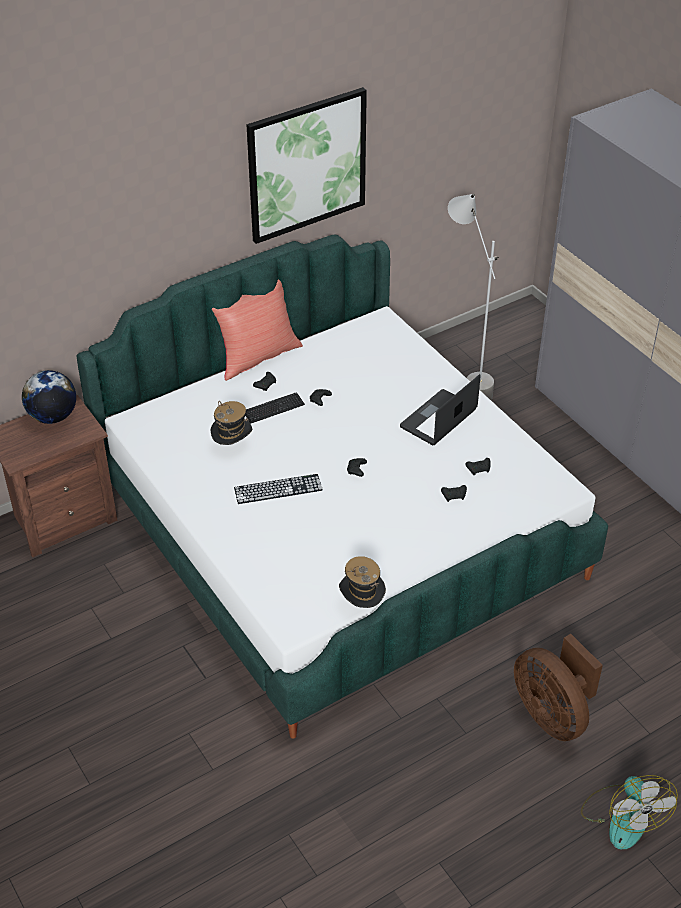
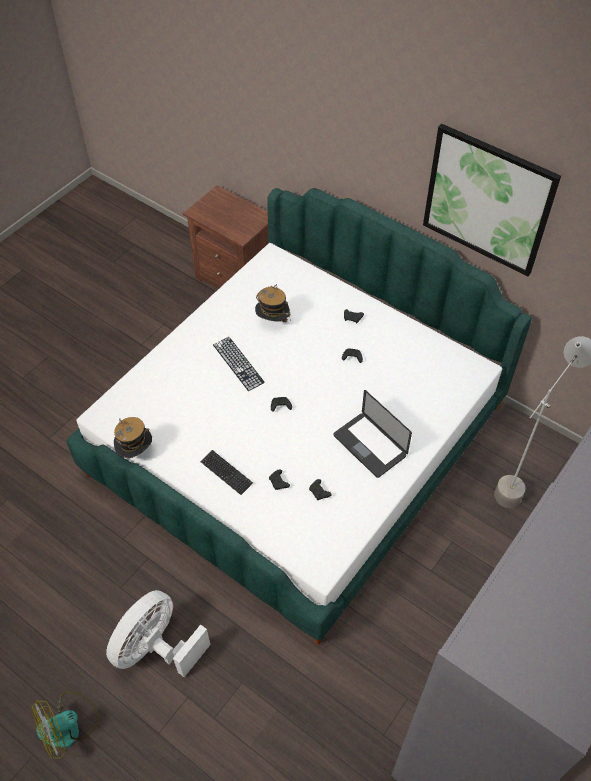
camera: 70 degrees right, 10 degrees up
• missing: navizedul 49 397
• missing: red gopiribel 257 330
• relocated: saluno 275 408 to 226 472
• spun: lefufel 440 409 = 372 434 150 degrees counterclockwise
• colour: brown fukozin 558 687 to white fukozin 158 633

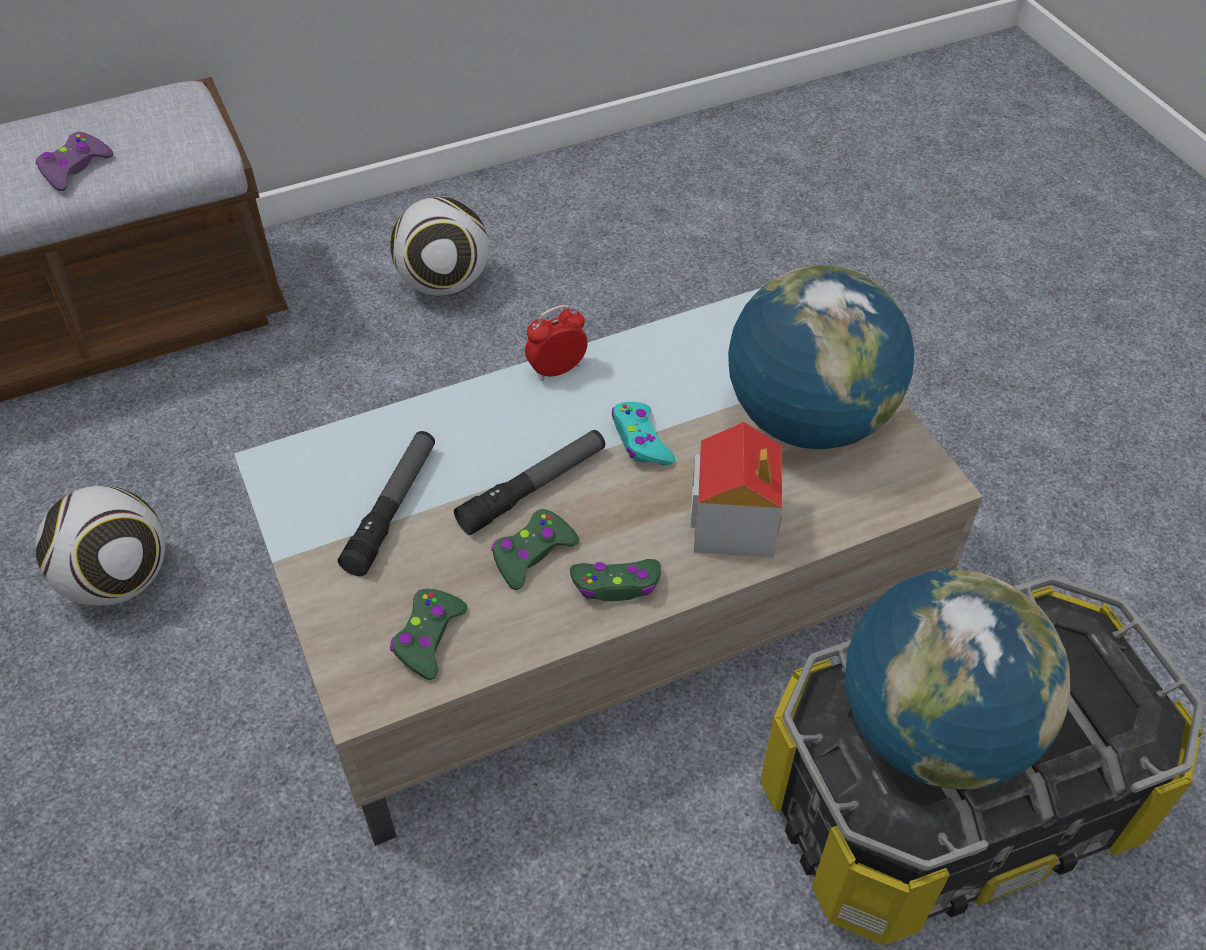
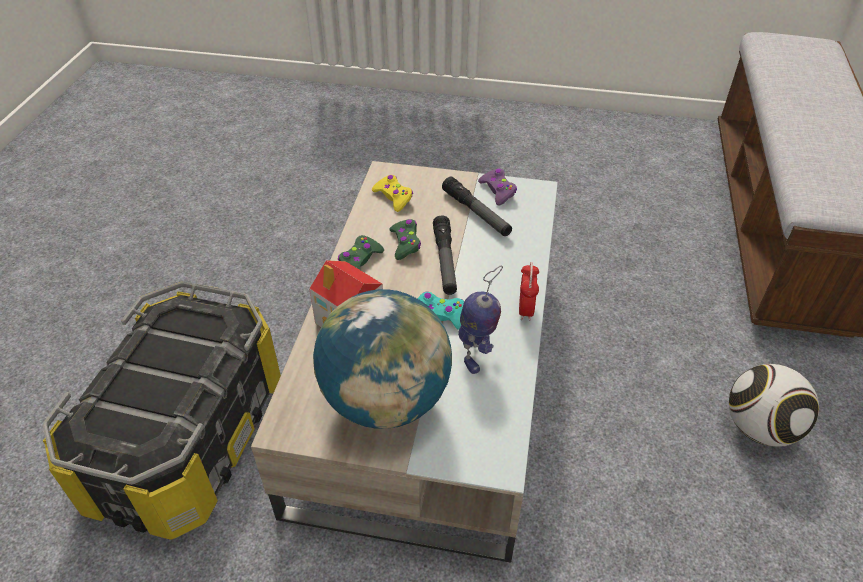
camera: 125 degrees right, 5 degrees down
• missing: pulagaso 100 546
• relocated: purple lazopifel 75 161 to 497 187
• colour: green lazopifel 429 634 to yellow lazopifel 392 193
• missing: navizedul 957 679
• appeared: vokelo 480 320

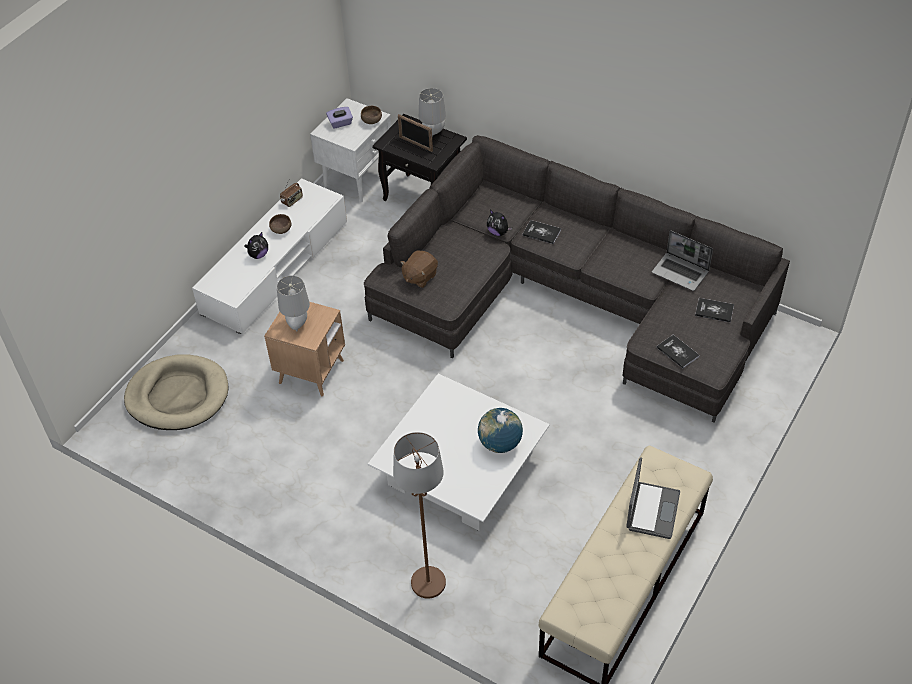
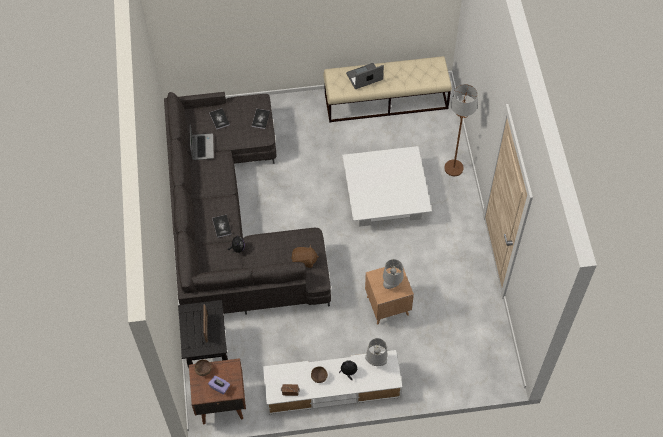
camera: 130 degrees left, 10 degrees up
• missing: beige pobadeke 176 392
• colour: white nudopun 350 150 to brown nudopun 217 391
• relocated: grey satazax 432 112 to 376 352
• missing: navizedul 500 430

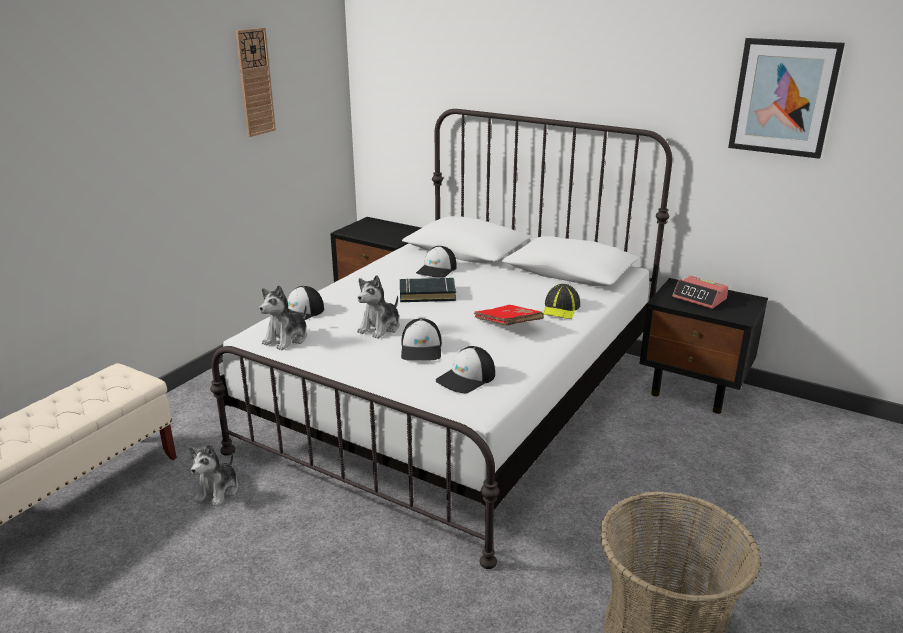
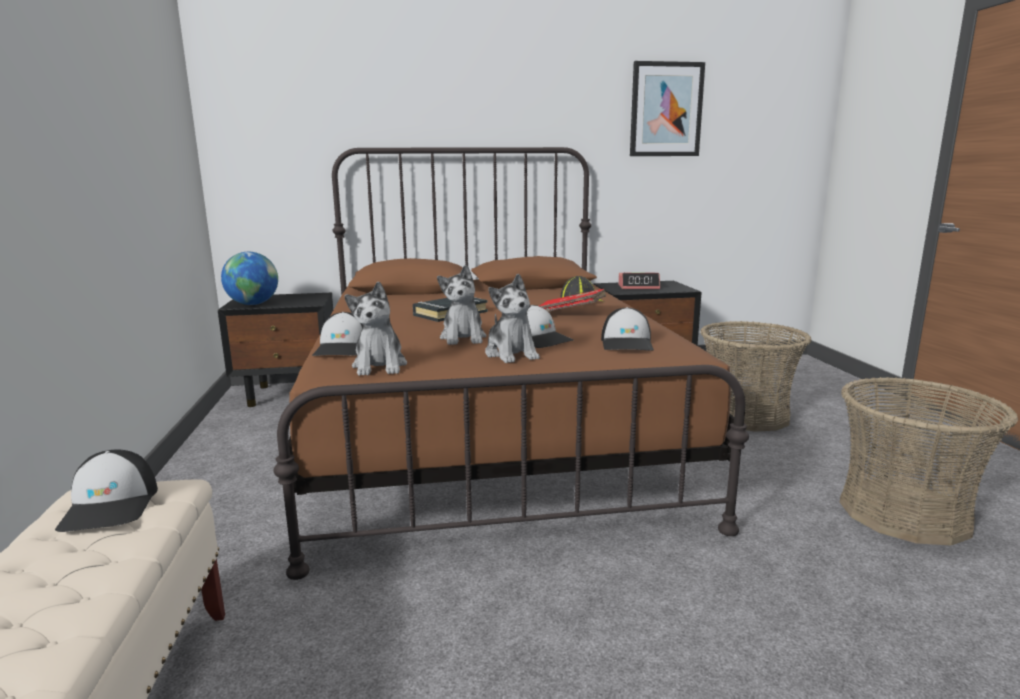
camera: 40 degrees left, 10 degrees down
• relocated: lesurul 214 475 to 512 318
• colour: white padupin 441 339 to brown padupin 511 363
• missing: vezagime 255 82
• relocated: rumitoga 436 262 to 106 491
• appeared: navizedul 249 278
• appeared: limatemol 756 376

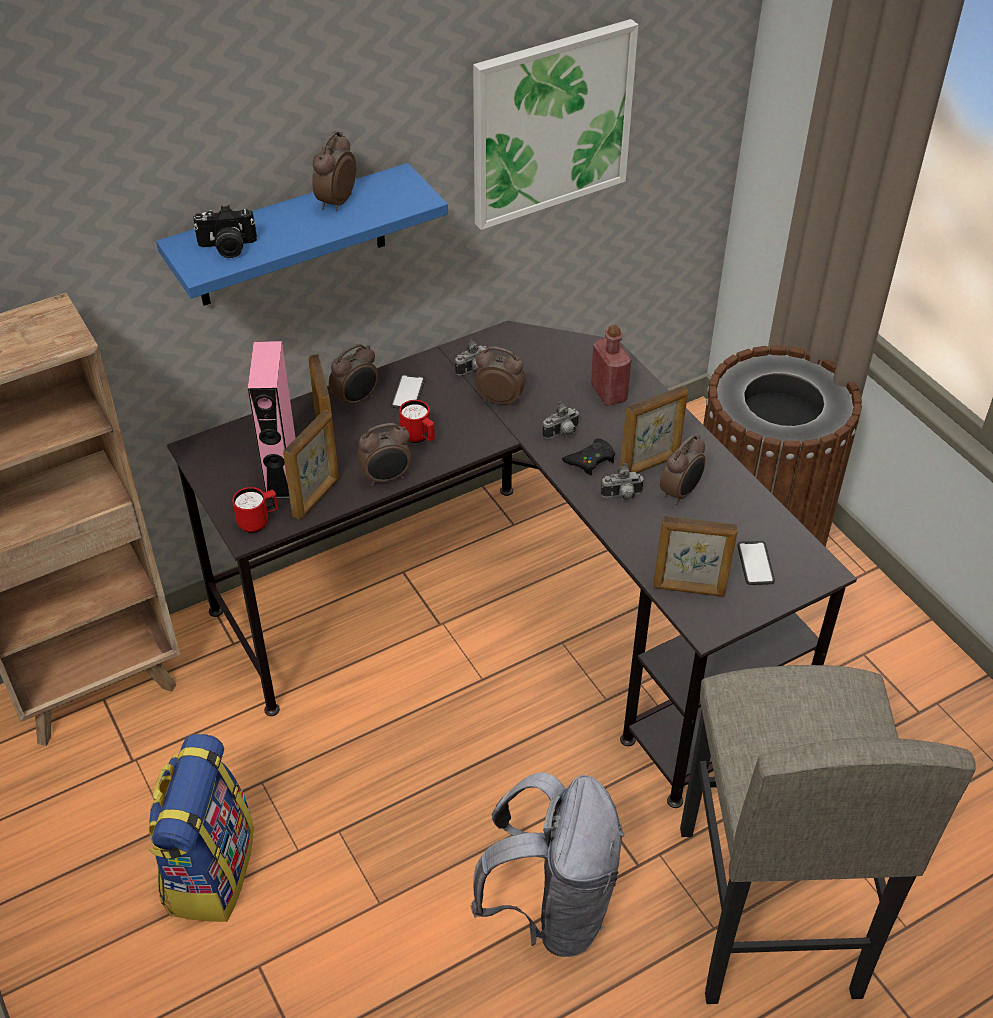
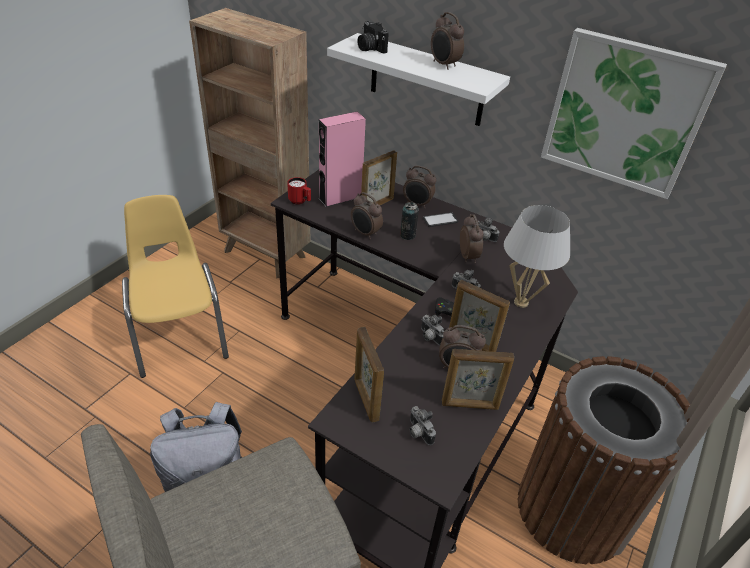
camera: 60 degrees right, 5 degrees down
• exchanged: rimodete 200 828 to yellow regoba 175 286
• colour: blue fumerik 302 234 to white fumerik 418 79
• relocated: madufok 311 465 to 478 379
• spun: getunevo 334 171 = 447 41 120 degrees counterclockwise
• exchanged: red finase 417 421 to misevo 409 221
• exchanged: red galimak 611 365 to white satazax 537 256
• exchanged: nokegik 756 563 to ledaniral 422 425

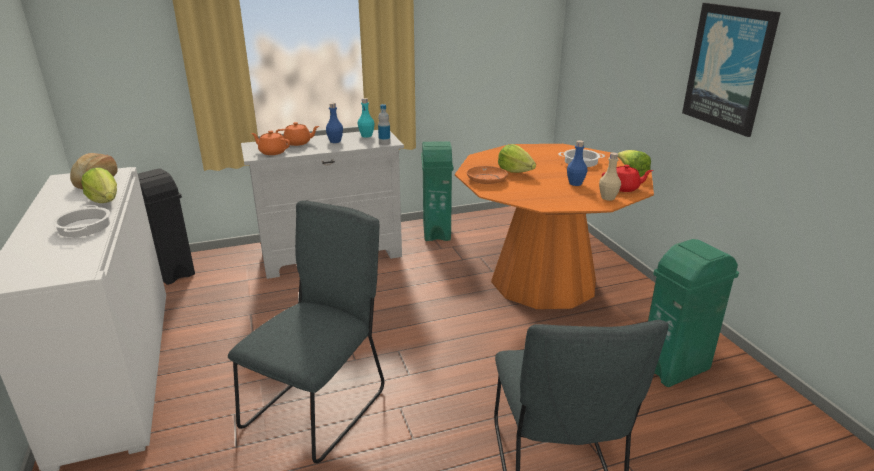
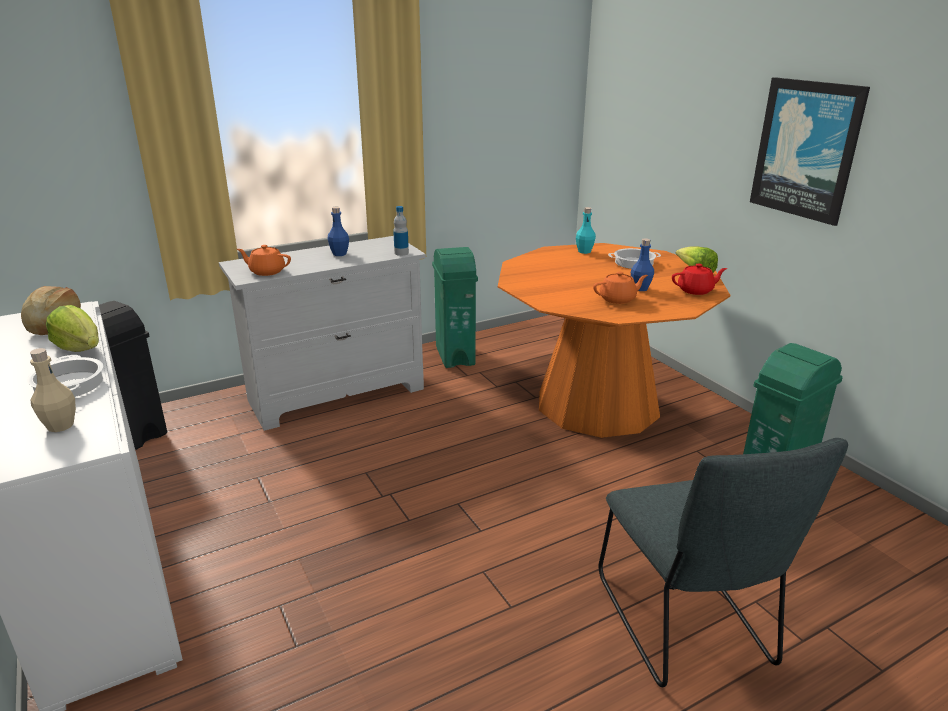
camera: 10 degrees left, 0 degrees up
• missing: grey regoba 306 331
• relocated: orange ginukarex 297 134 to 620 288
• relocated: turquoise galimak 366 118 to 586 230
• missing: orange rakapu 487 175
• missing: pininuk 517 158
• relocated: beige galimak 610 177 to 53 390

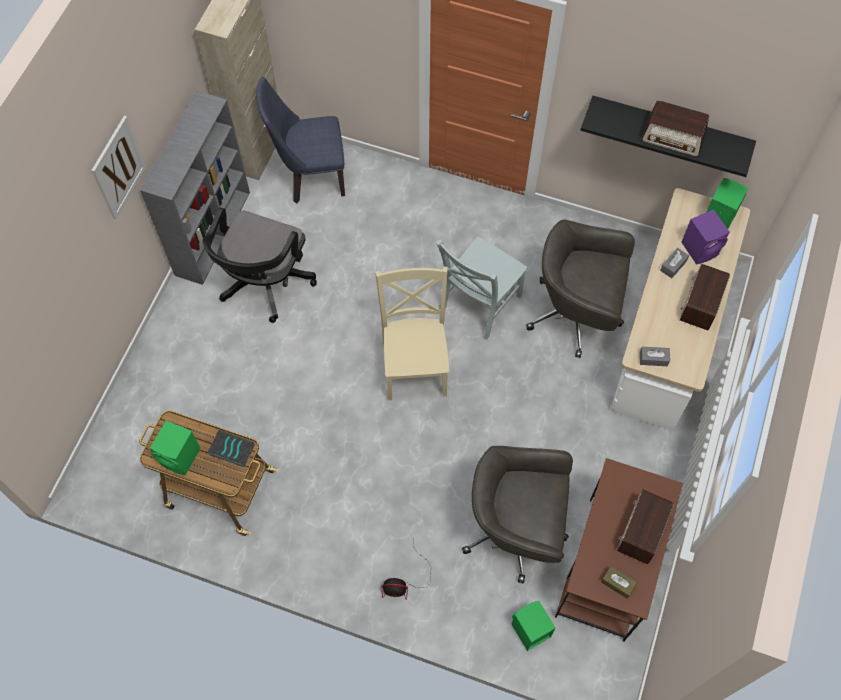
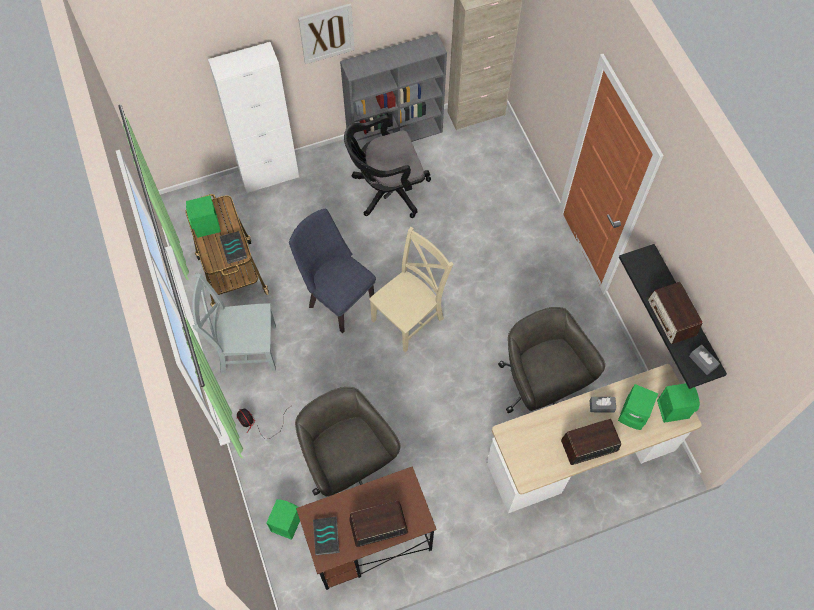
camera: 50 degrees right, 0 degrees up
• relocated: blue regoba 300 140 to 332 271
• relocated: grey regoba 482 288 to 234 323
• exchanged: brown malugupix 619 582 to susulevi 326 536
• relocated: grey malugupix 655 356 to 704 359
• colour: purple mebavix 705 236 to green mebavix 638 407
• appeared: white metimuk 253 117

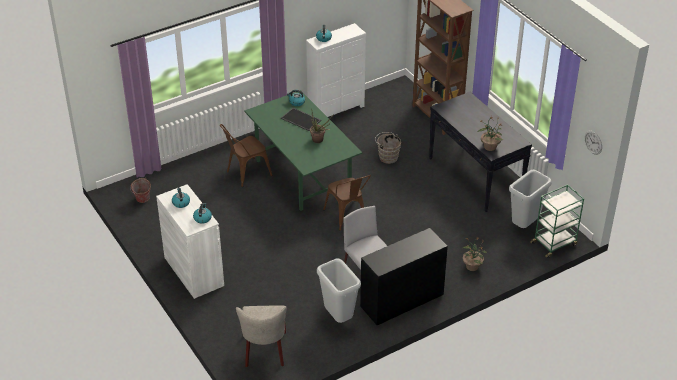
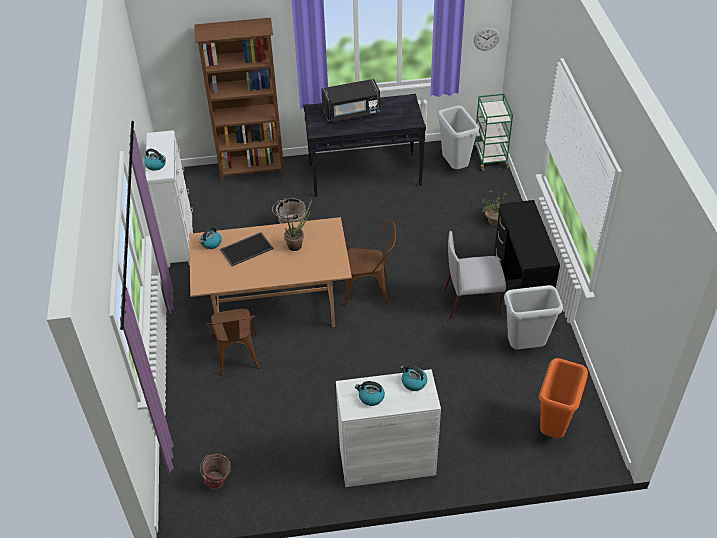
camera: 65 degrees left, 5 degrees up
• exchanged: beige regoba 261 336 to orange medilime 563 398
• colour: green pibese 303 150 to brown pibese 270 272
• missing: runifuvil 490 133
• appeared: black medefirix 350 100

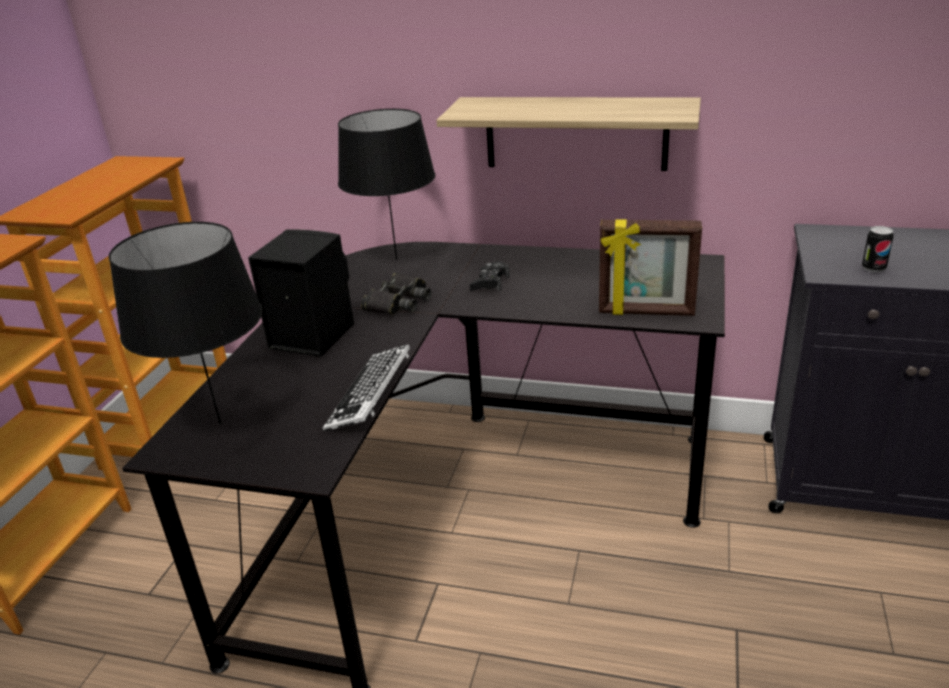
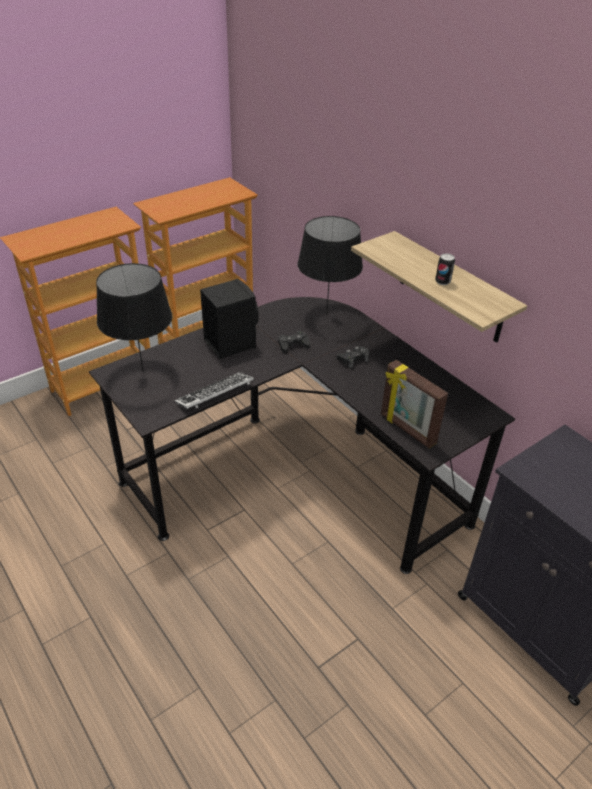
camera: 35 degrees right, 10 degrees up
• exchanged: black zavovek 396 294 to black lazopifel 294 342
• relocated: misevo 878 249 to 445 269

